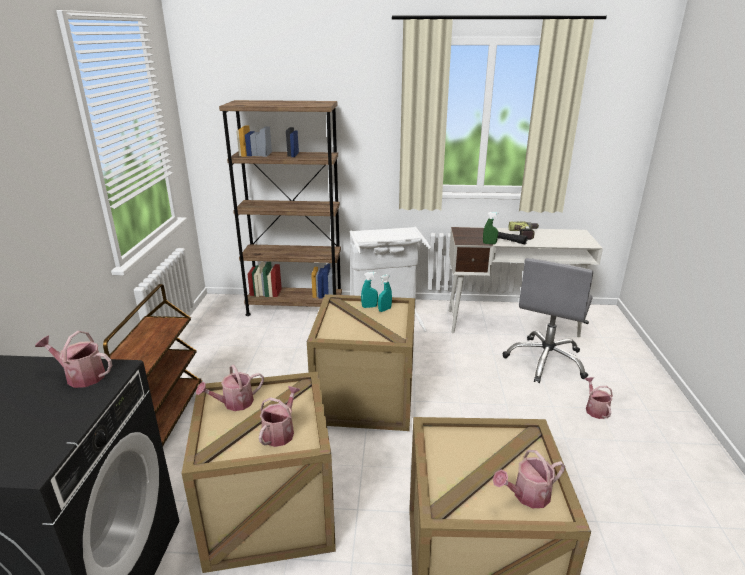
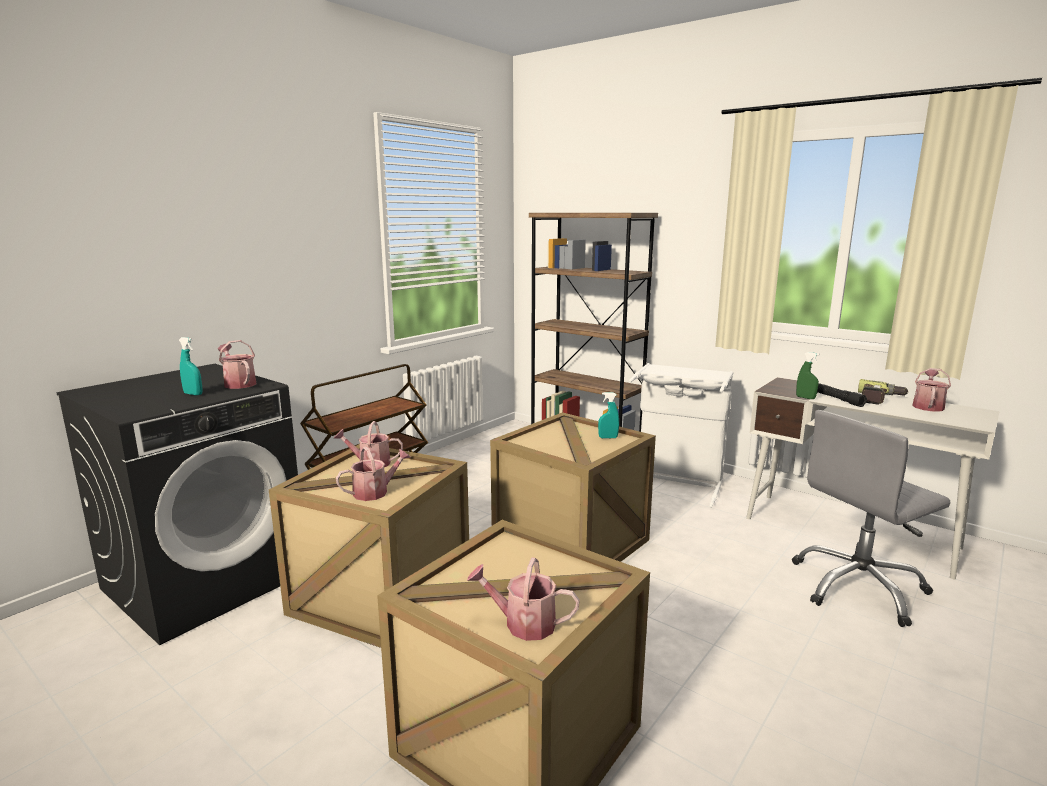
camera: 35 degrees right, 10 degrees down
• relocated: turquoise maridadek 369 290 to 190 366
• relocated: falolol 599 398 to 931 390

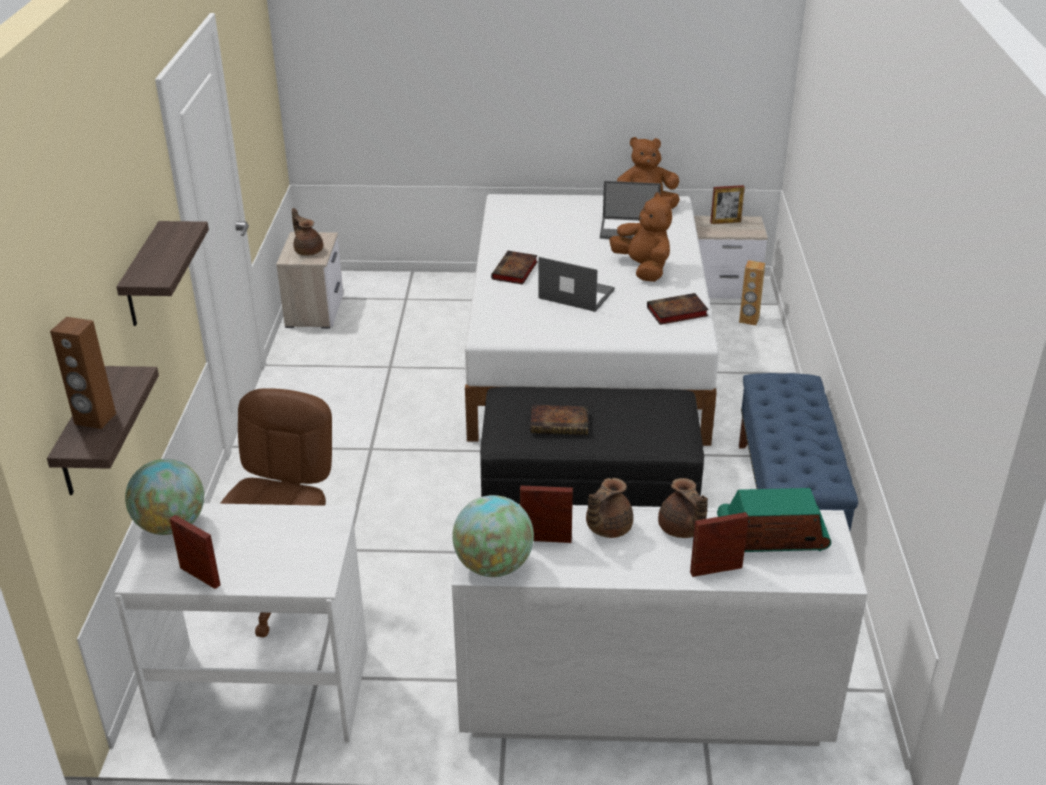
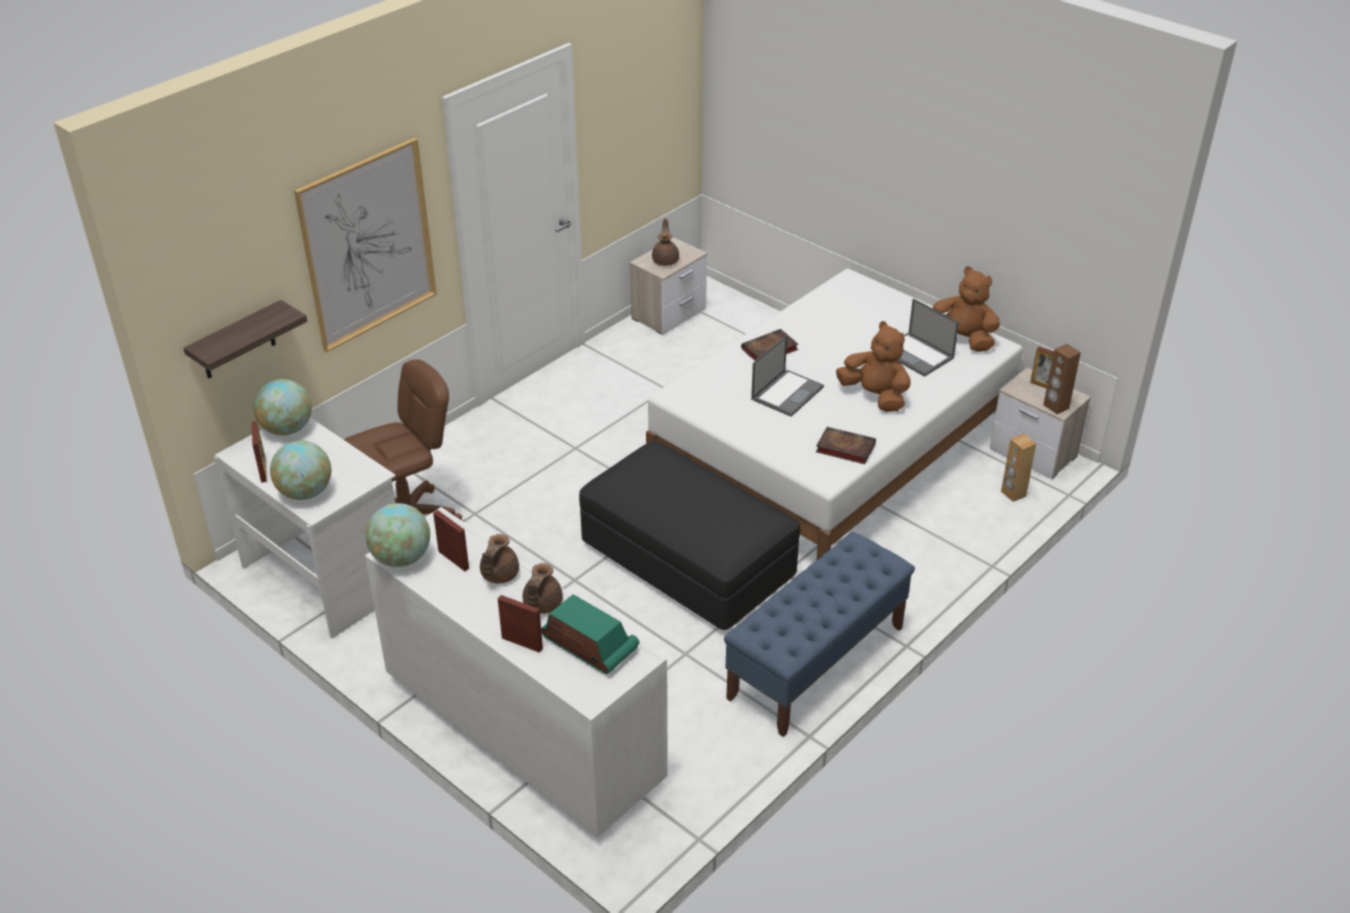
camera: 40 degrees right, 5 degrees up
• relocated: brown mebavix 83 373 to 1062 379
• exchanged: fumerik 163 273 to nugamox 365 245
• missing: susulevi 559 420
• spun: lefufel 576 284 = 787 376 60 degrees clockwise
• spun: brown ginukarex 609 508 = 499 558 60 degrees counterclockwise
• spun: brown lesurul 640 237 = 873 366 60 degrees counterclockwise
• appeared: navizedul 300 470

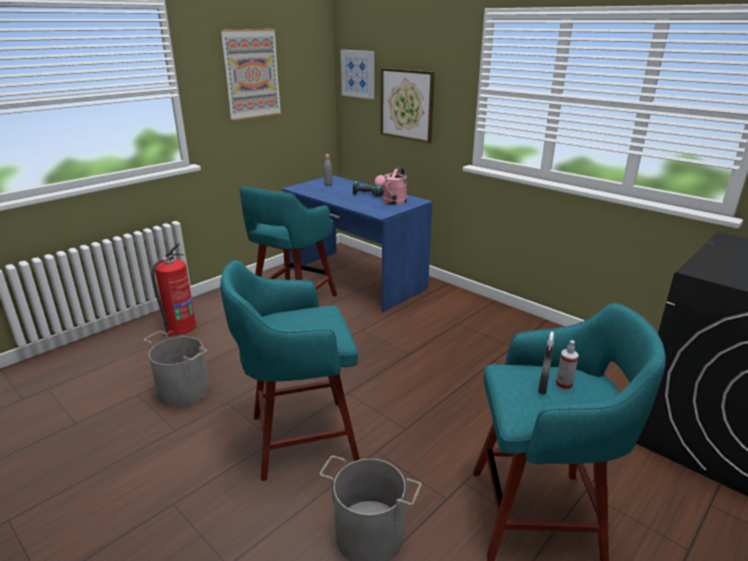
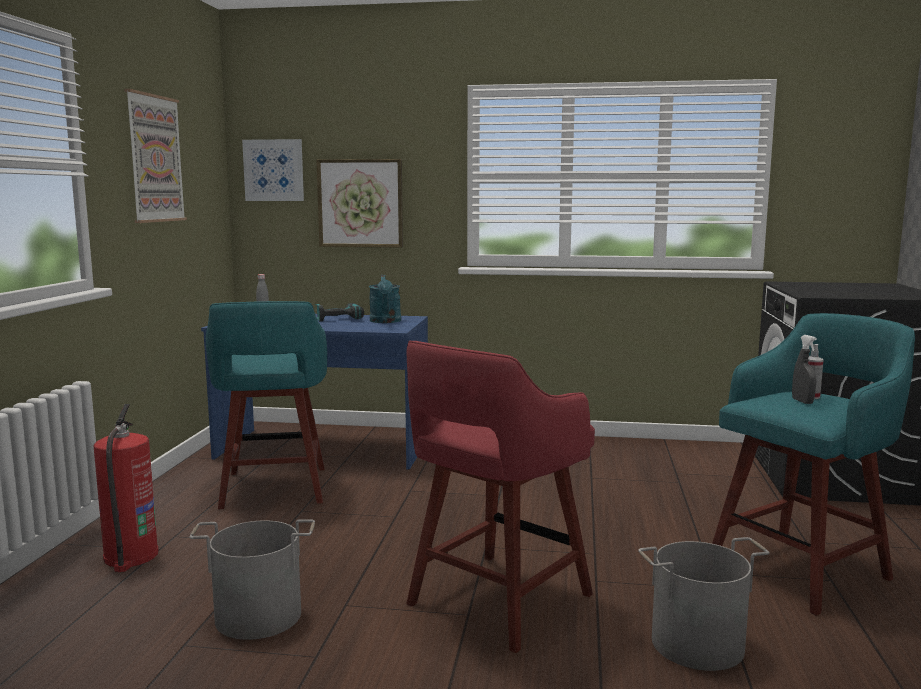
camera: 35 degrees left, 15 degrees down
• colour: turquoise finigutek 290 370 to red finigutek 500 497
• colour: pink falolol 391 185 to turquoise falolol 385 299

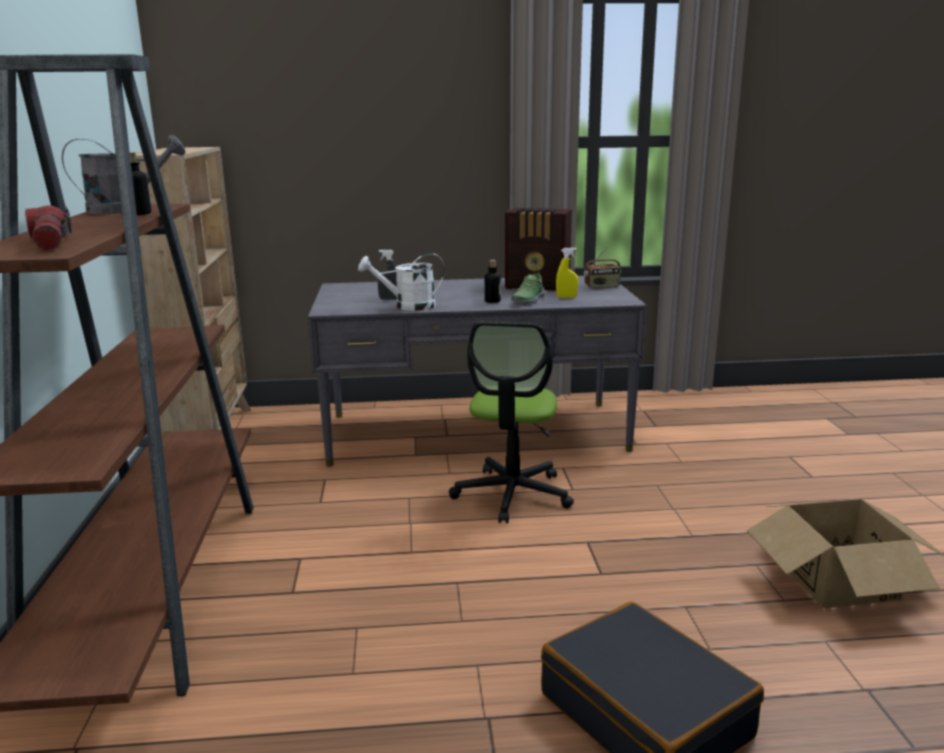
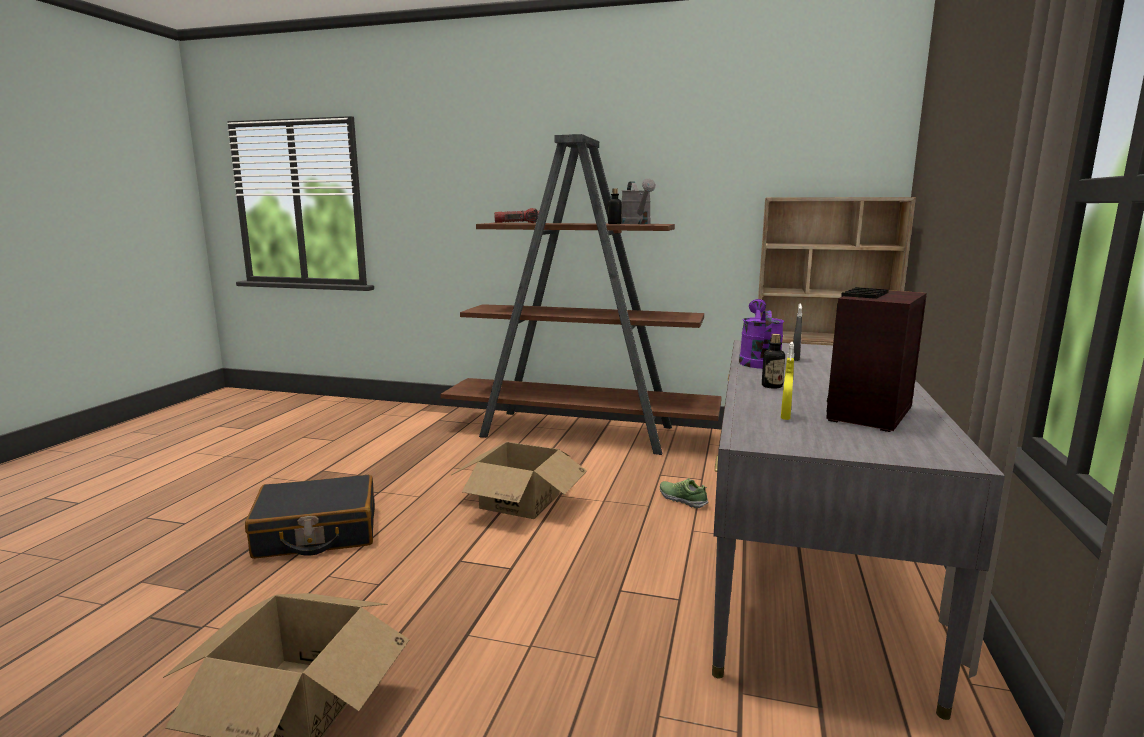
camera: 110 degrees right, 5 degrees down
• colour: white falolol 401 282 to purple falolol 761 334
• missing: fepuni 511 422
• relocated: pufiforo 528 288 to 684 493
• missing: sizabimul 602 267
• appeared: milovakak 519 480

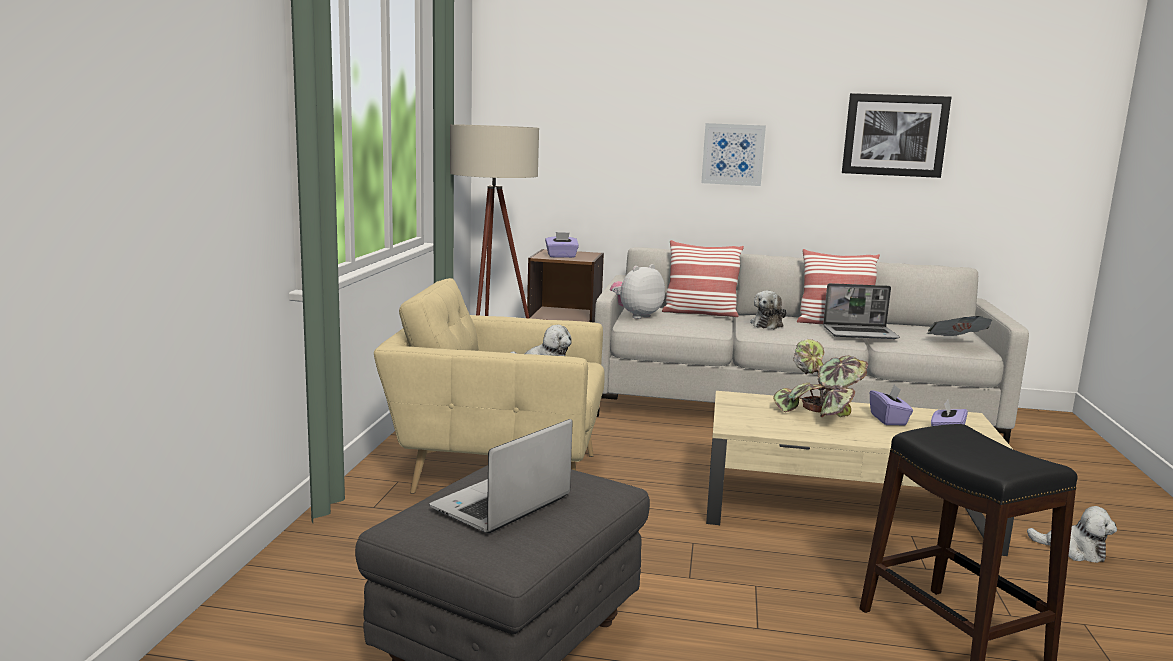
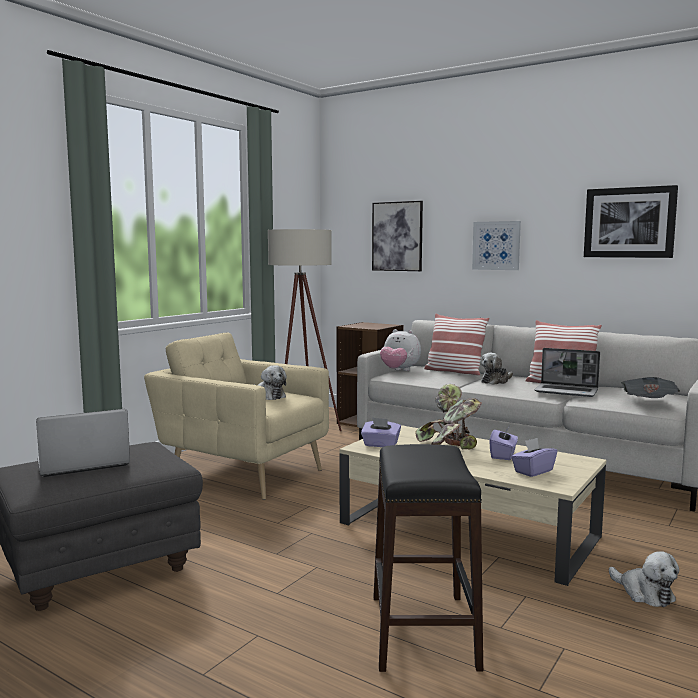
camera: 25 degrees right, 5 degrees down
• relocated: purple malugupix 562 245 to 381 432
• spun: lesurul 637 291 = 400 350 135 degrees counterclockwise
• appeared: nugamox 397 236

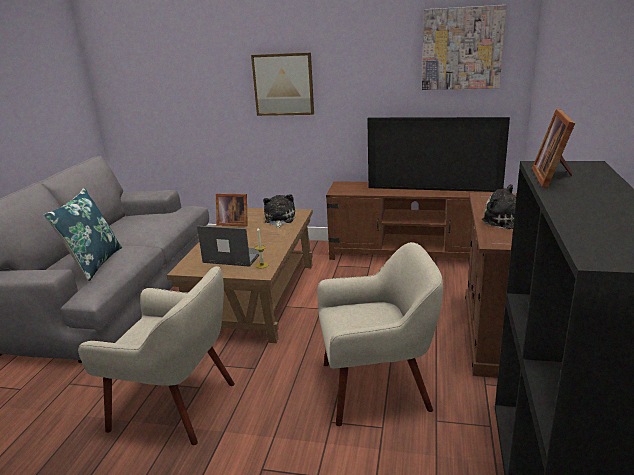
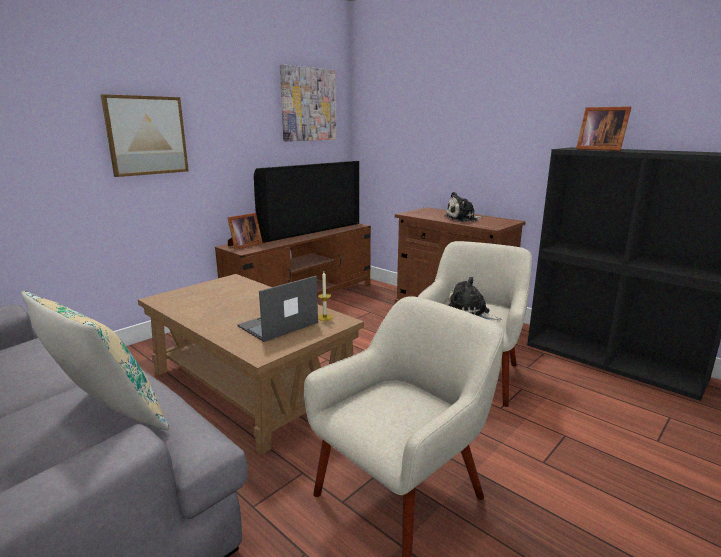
camera: 60 degrees left, 5 degrees down
• colour: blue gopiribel 83 234 to beige gopiribel 95 360
• relocated: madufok 232 210 to 245 231
• relocated: lesurul 279 211 to 474 298

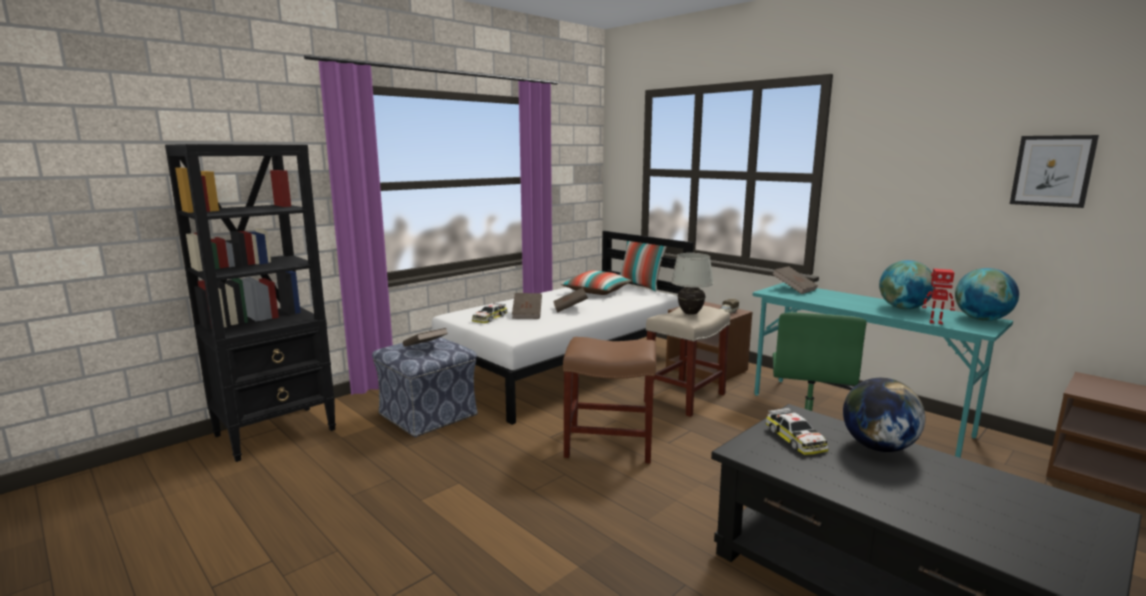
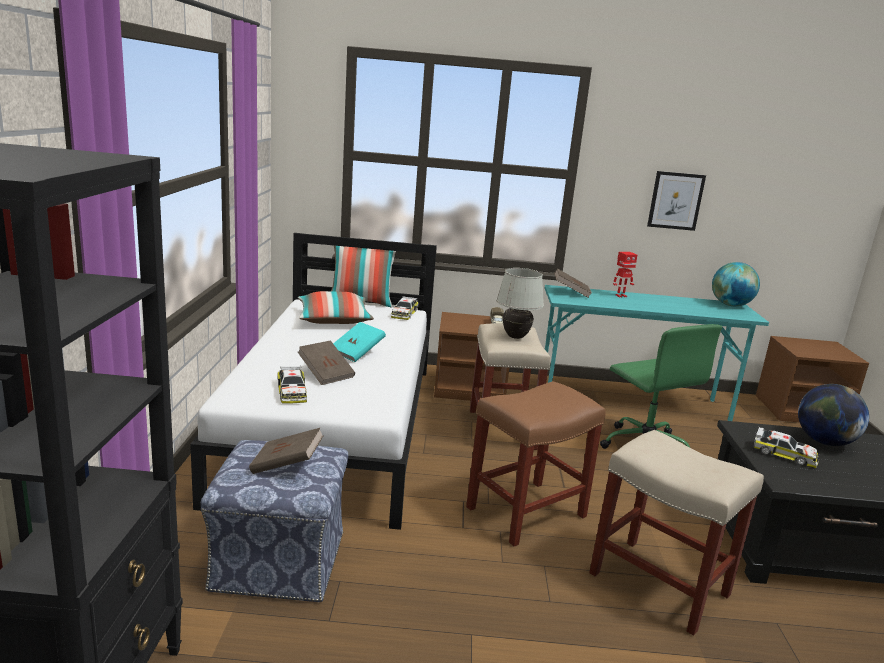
camera: 45 degrees left, 5 degrees up
• colour: brown susulevi 570 300 to turquoise susulevi 359 342
• missing: navizedul 907 284
• relocated: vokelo 938 296 to 625 274
• relocated: nugamox 1054 171 to 676 201
• appeared: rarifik 404 308
• appeared: beige finigutek 676 533

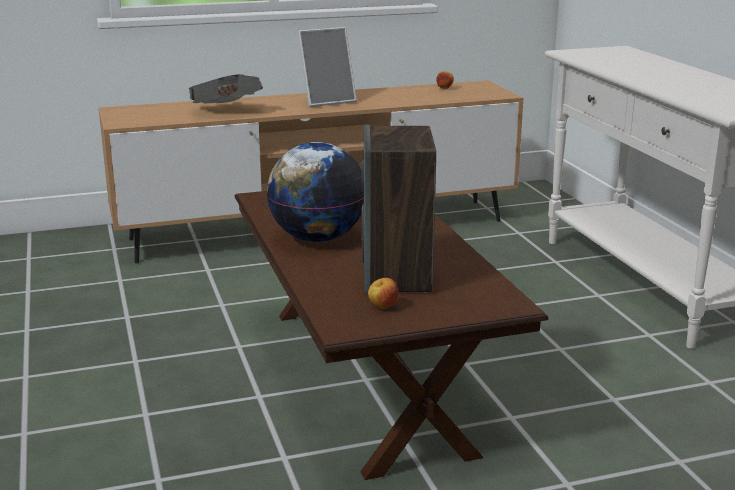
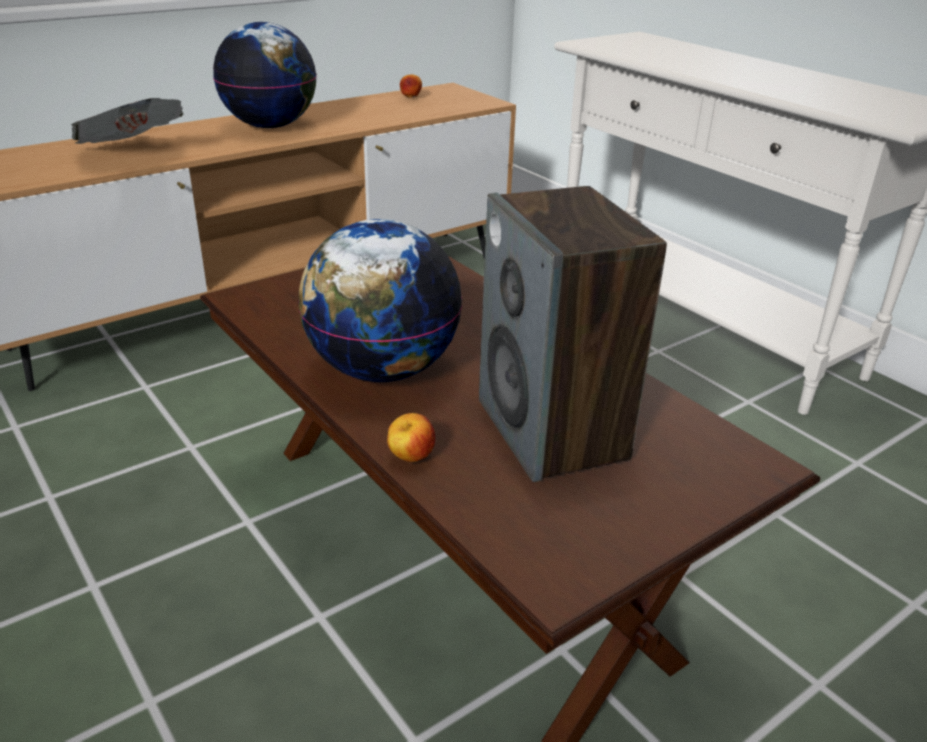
camera: 20 degrees left, 10 degrees up
• exchanged: madufok 327 67 to navizedul 265 75
• relocated: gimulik 383 293 to 411 437

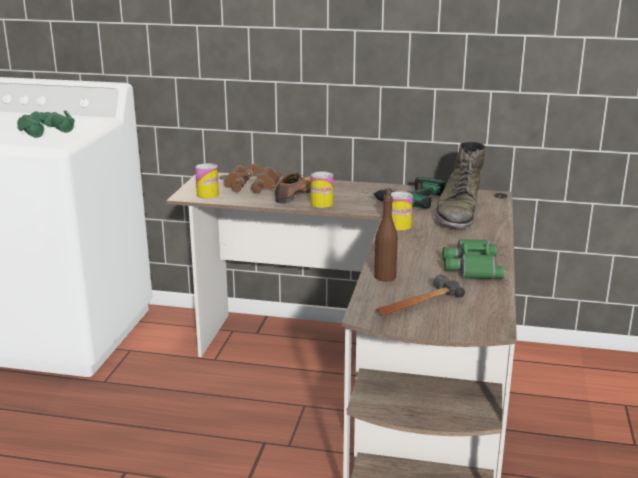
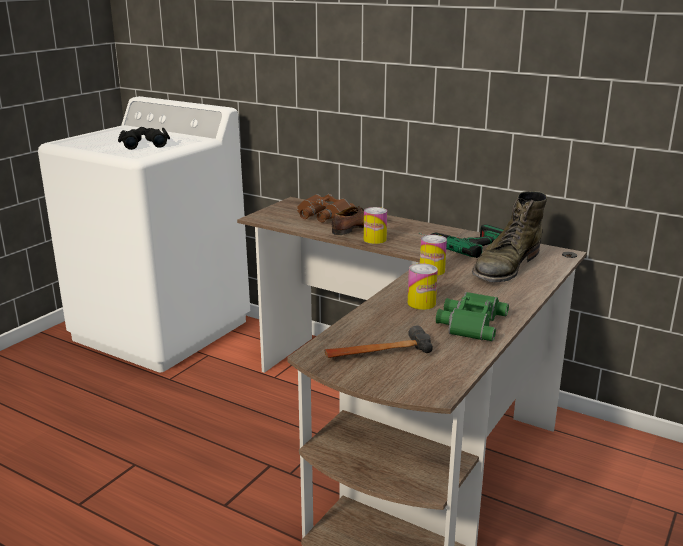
camera: 20 degrees right, 0 degrees up
• colour: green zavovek 46 124 to black zavovek 144 138
• relocated: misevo 207 180 to 423 286
• missing: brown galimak 386 235

